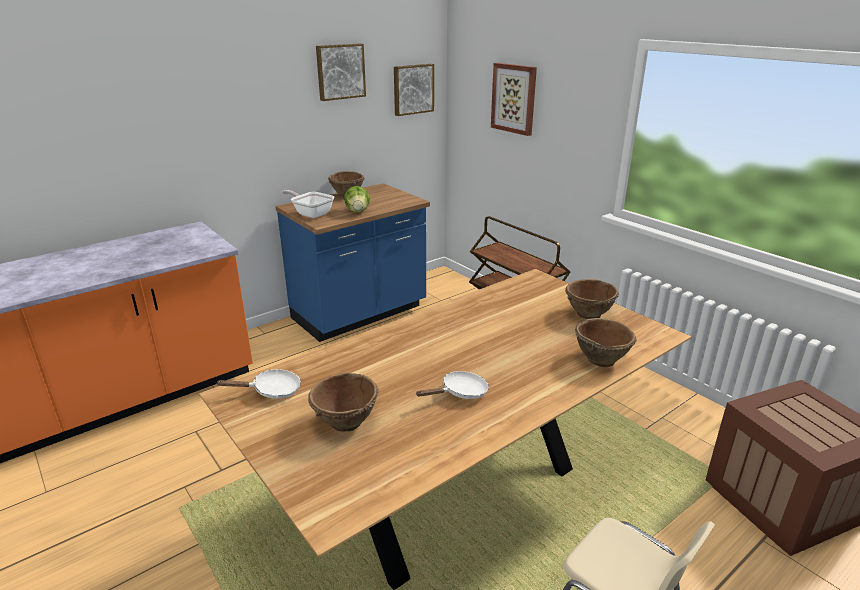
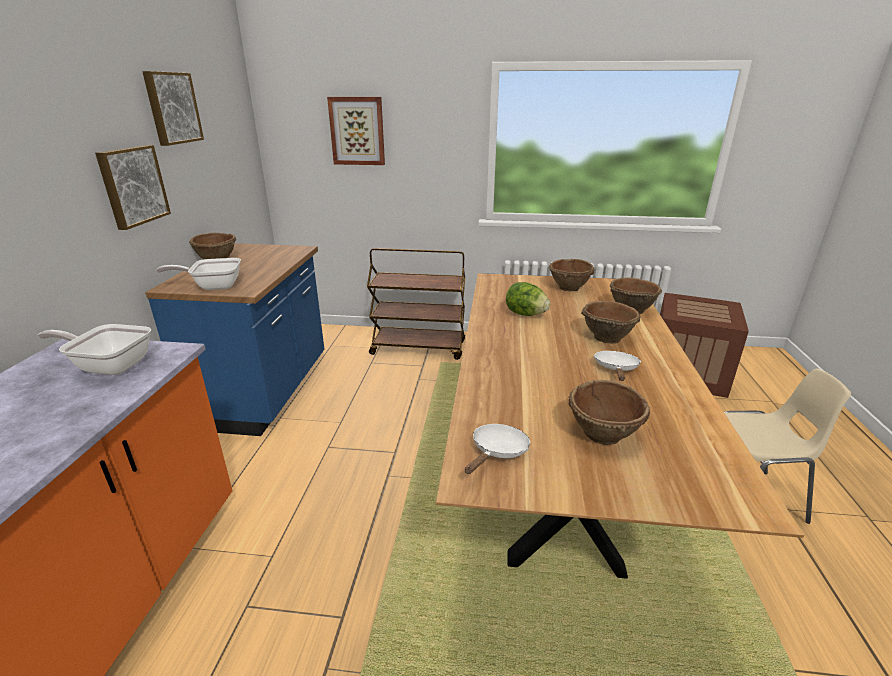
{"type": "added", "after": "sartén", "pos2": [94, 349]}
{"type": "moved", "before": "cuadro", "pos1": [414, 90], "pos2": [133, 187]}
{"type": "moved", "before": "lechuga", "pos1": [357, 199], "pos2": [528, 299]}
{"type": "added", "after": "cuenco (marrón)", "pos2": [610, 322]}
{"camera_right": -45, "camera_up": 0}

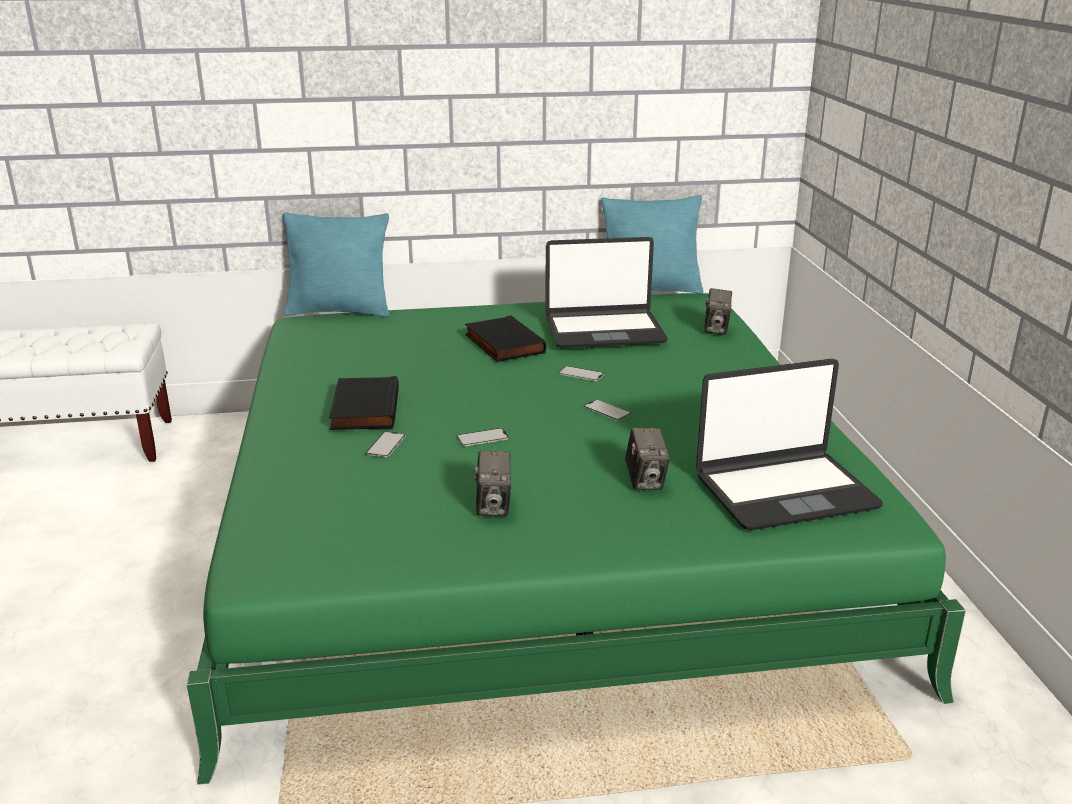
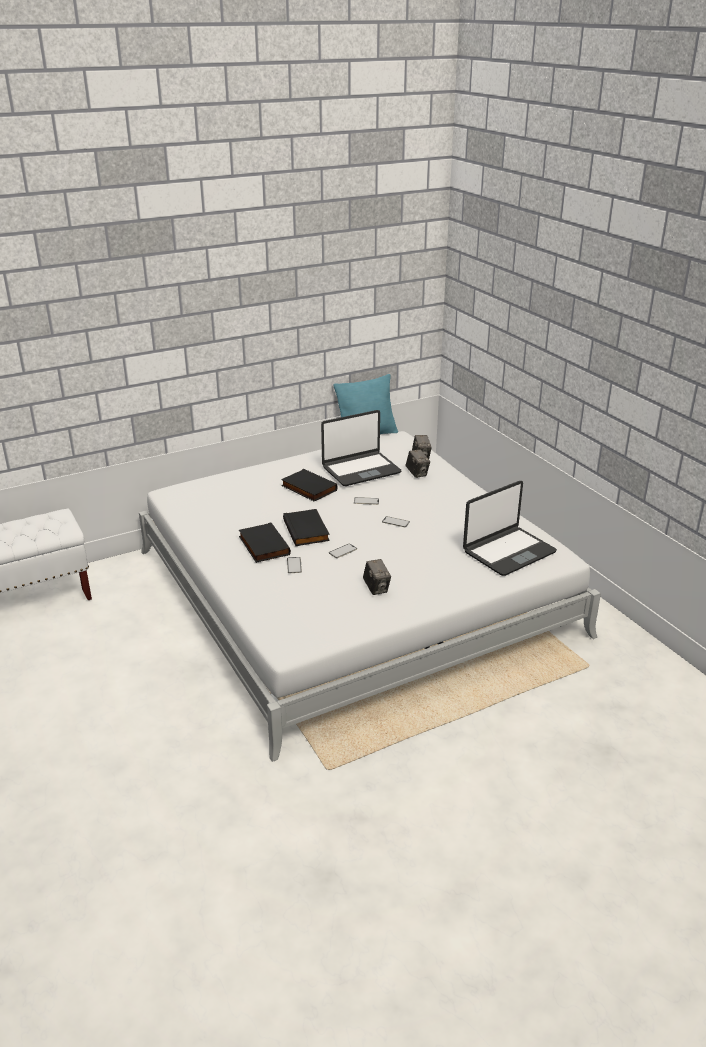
{"type": "recoloured", "before": "cama (verde)", "after": "cama (blanco)", "pos1": [576, 539], "pos2": [370, 596]}
{"type": "added", "after": "libro (negro)", "pos2": [306, 527]}
{"type": "moved", "before": "cámara", "pos1": [647, 459], "pos2": [418, 463]}
{"type": "removed", "before": "cojín (turquesa)", "pos1": [336, 264]}
{"camera_right": -20, "camera_up": 5}

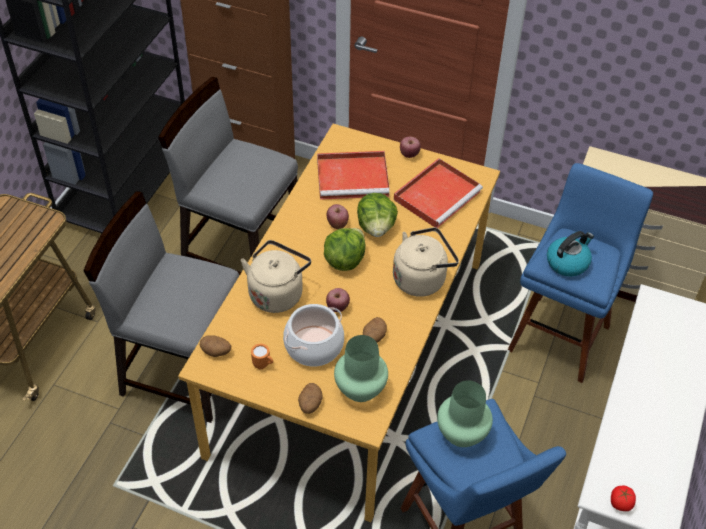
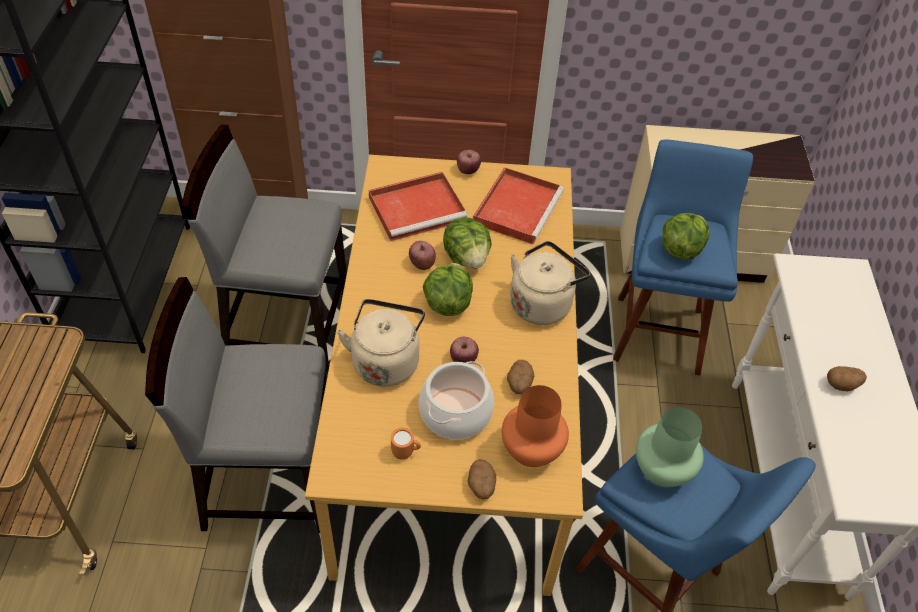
{"type": "recoloured", "before": "florero (verde)", "after": "florero (naranja)", "pos1": [361, 368], "pos2": [535, 426]}
{"type": "replaced", "before": "hervidor", "after": "lechuga", "pos1": [570, 253], "pos2": [686, 236]}
{"type": "moved", "before": "patata", "pos1": [215, 346], "pos2": [847, 378]}
{"type": "removed", "before": "tomate", "pos1": [623, 498]}
{"camera_right": -20, "camera_up": 0}

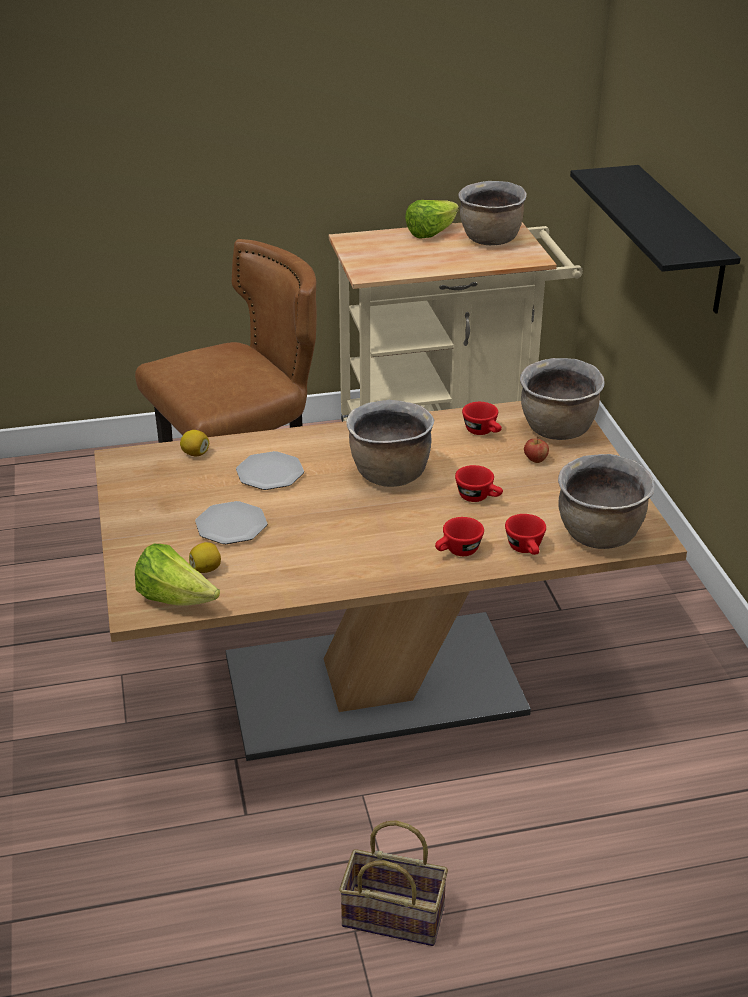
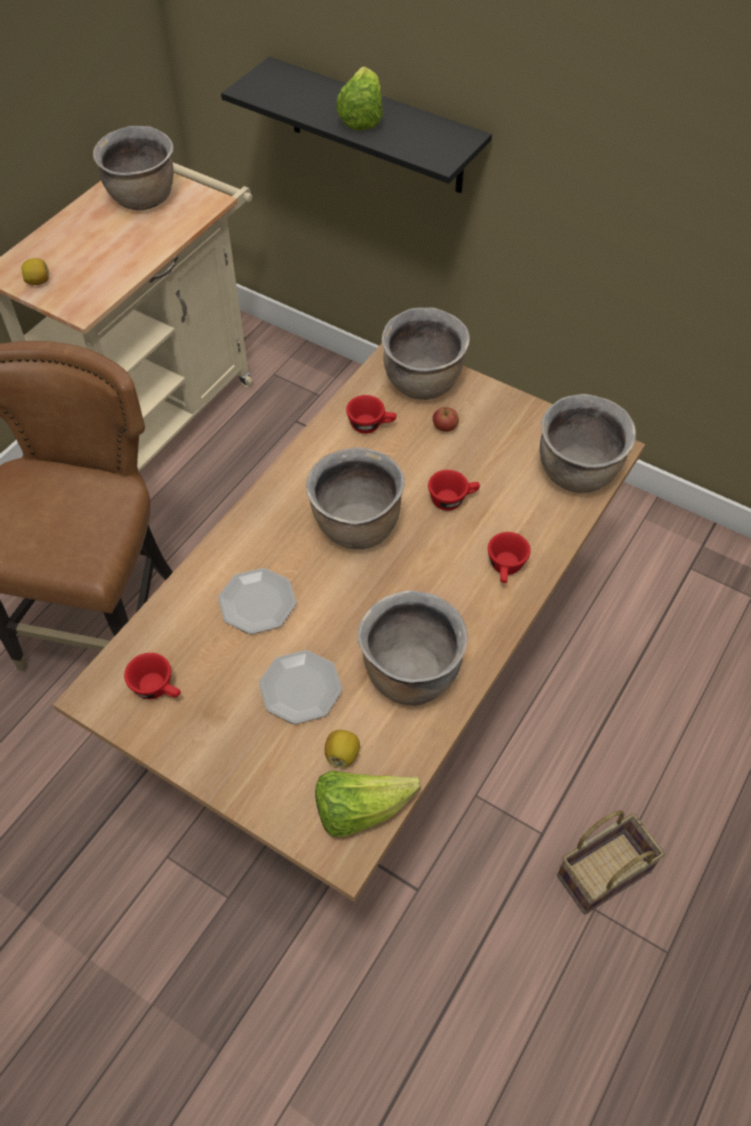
{"type": "moved", "before": "limón", "pos1": [194, 443], "pos2": [35, 271]}
{"type": "moved", "before": "taza (rojo)", "pos1": [525, 534], "pos2": [152, 676]}
{"type": "moved", "before": "lechuga", "pos1": [432, 219], "pos2": [359, 99]}
{"type": "added", "after": "olla (marrón)", "pos2": [413, 648]}
{"camera_right": -45, "camera_up": 20}

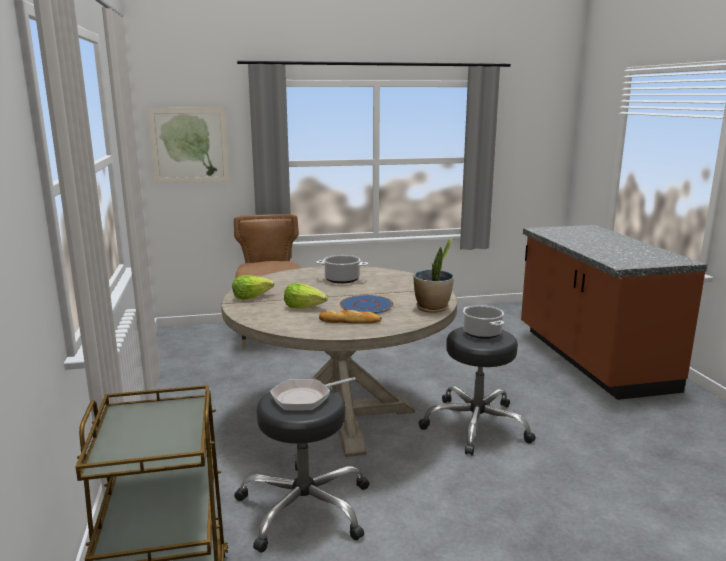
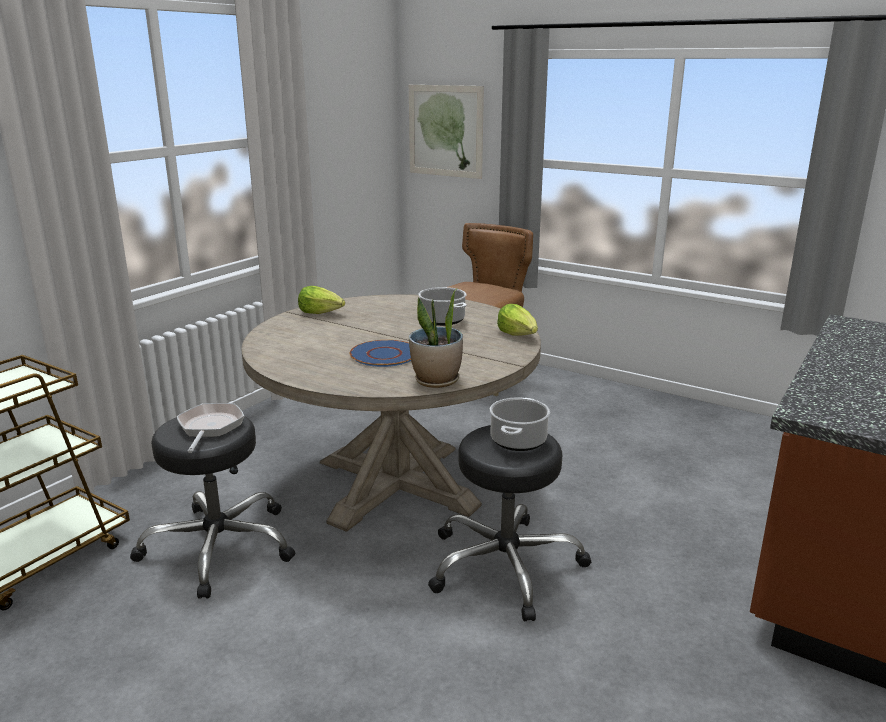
{"type": "turned", "before": "sartén", "pos1": [313, 394], "pos2": [210, 428], "turn": 75}
{"type": "moved", "before": "lechuga", "pos1": [306, 296], "pos2": [517, 320]}
{"type": "removed", "before": "pan", "pos1": [350, 317]}
{"camera_right": 45, "camera_up": 5}

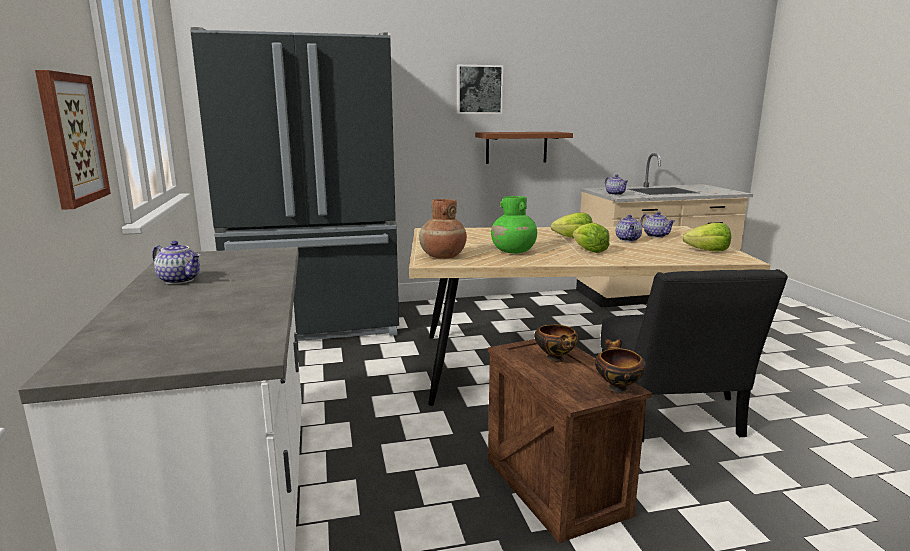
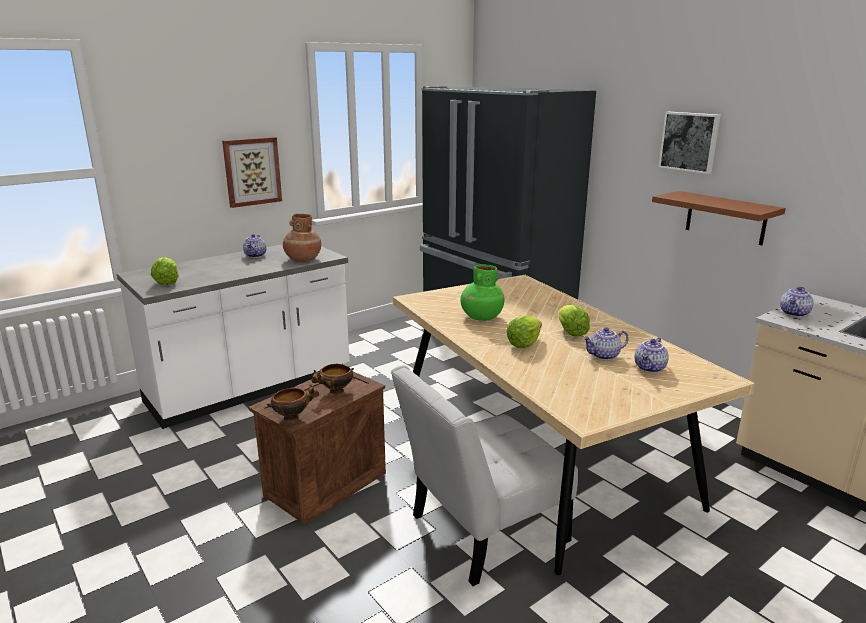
{"type": "moved", "before": "lechuga", "pos1": [707, 237], "pos2": [165, 271]}
{"type": "moved", "before": "florero (marrón)", "pos1": [443, 229], "pos2": [302, 238]}
{"type": "recoloured", "before": "silla (negro)", "after": "silla (blanco)", "pos1": [694, 355], "pos2": [484, 475]}
{"camera_right": 65, "camera_up": 5}

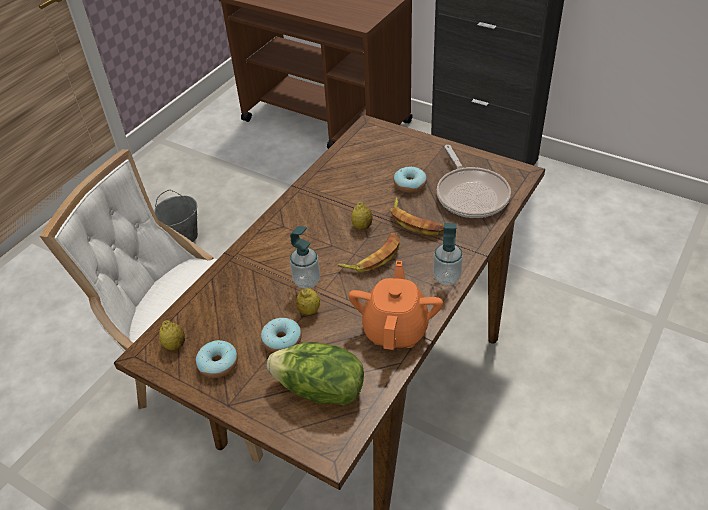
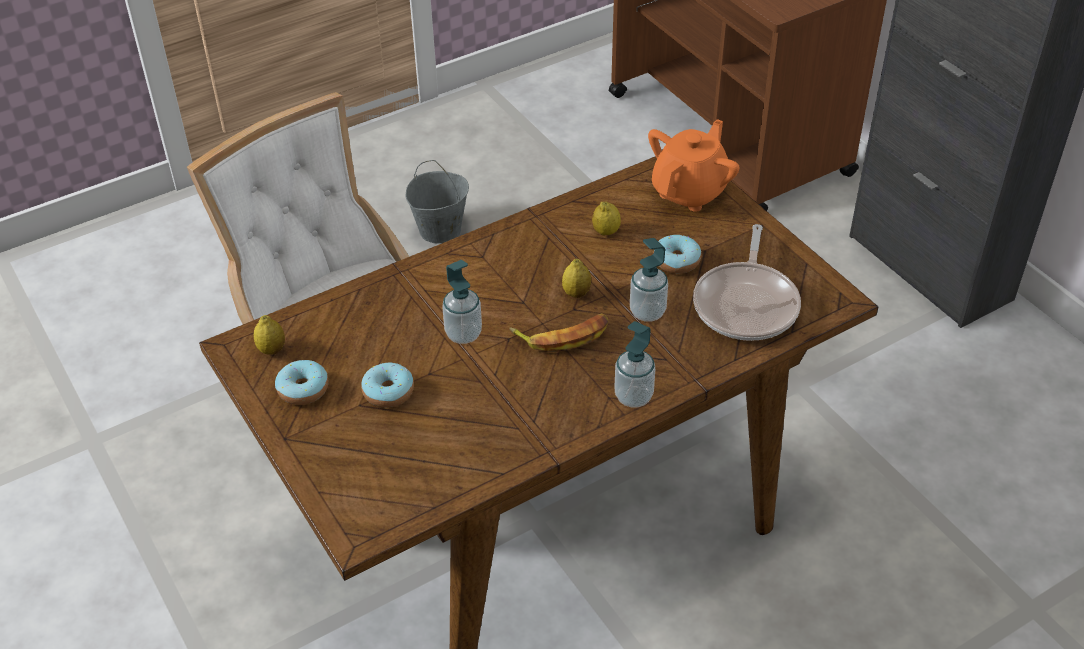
{"type": "moved", "before": "limón", "pos1": [308, 301], "pos2": [606, 218]}
{"type": "replaced", "before": "plátano", "after": "dispensador de jabón", "pos1": [417, 216], "pos2": [649, 280]}
{"type": "moved", "before": "tetera (naranja)", "pos1": [395, 305], "pos2": [694, 165]}
{"type": "removed", "before": "lechuga", "pos1": [315, 373]}
{"camera_right": 25, "camera_up": 0}

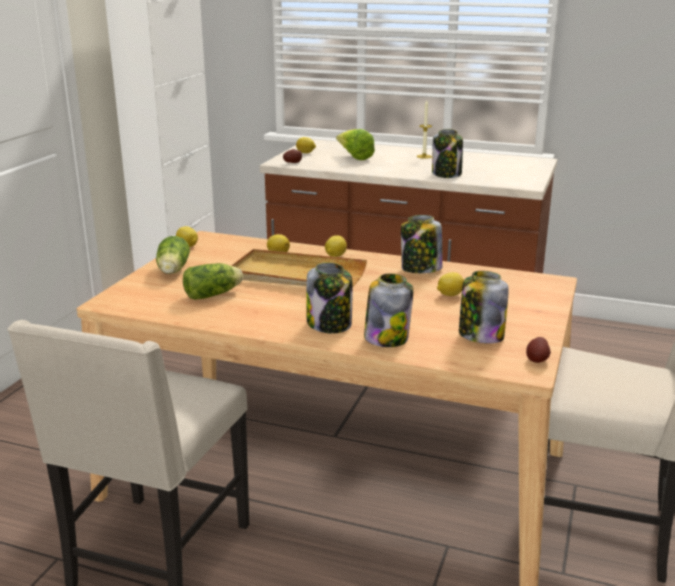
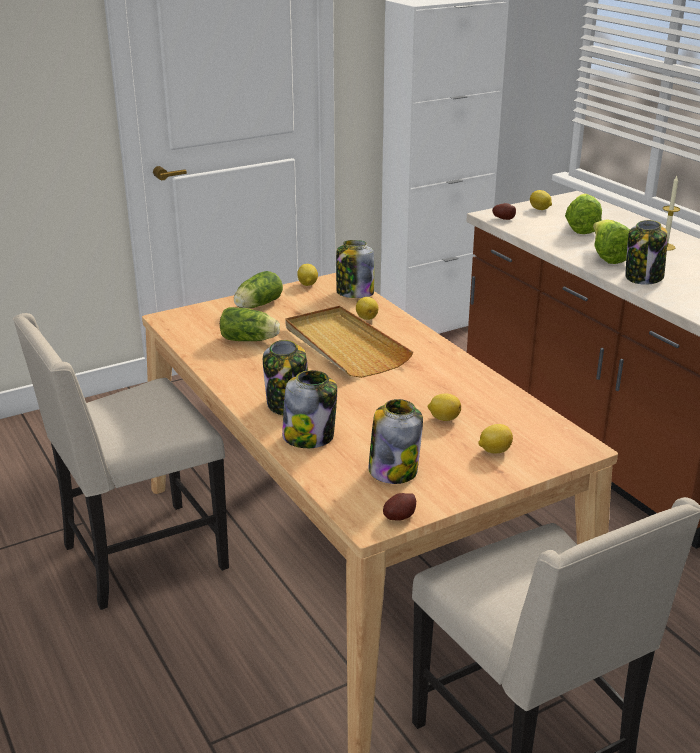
{"type": "moved", "before": "tarro", "pos1": [422, 244], "pos2": [355, 269]}
{"type": "moved", "before": "limón", "pos1": [336, 246], "pos2": [495, 438]}
{"type": "added", "after": "lechuga", "pos2": [611, 241]}
{"camera_right": 40, "camera_up": 5}

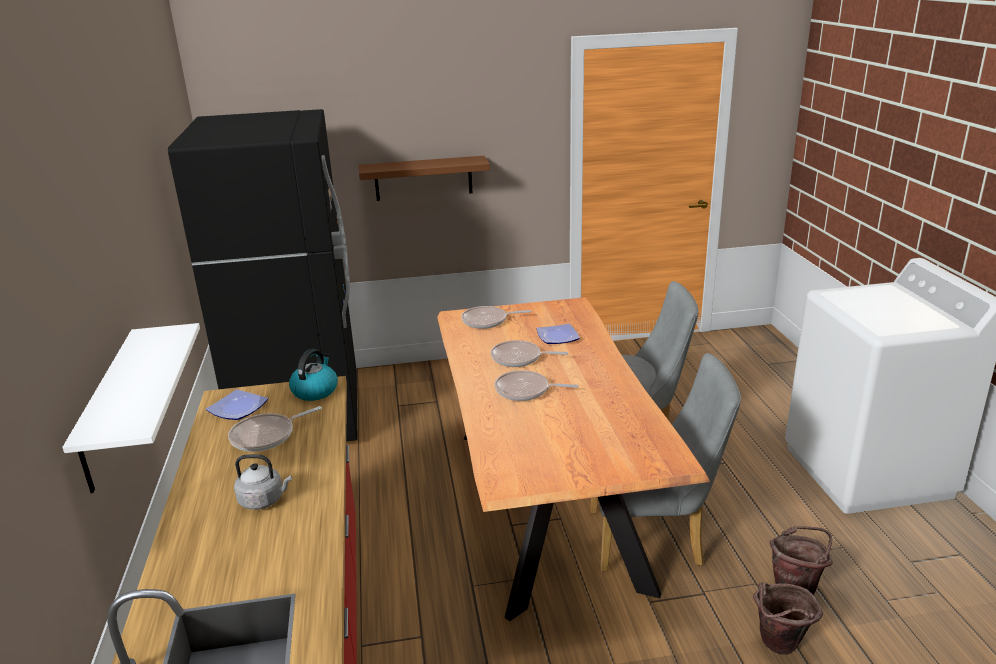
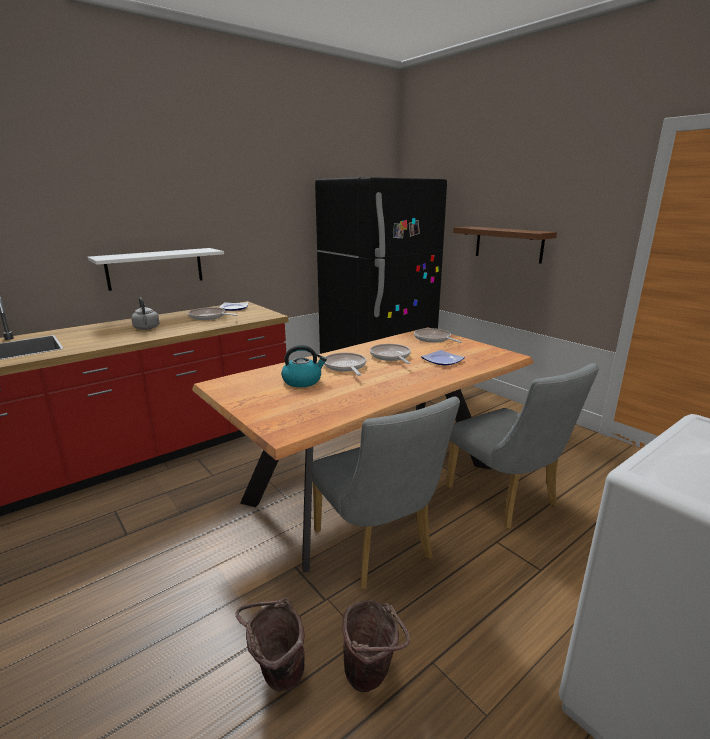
{"type": "moved", "before": "hervidor", "pos1": [313, 375], "pos2": [304, 366]}
{"camera_right": 60, "camera_up": -5}

